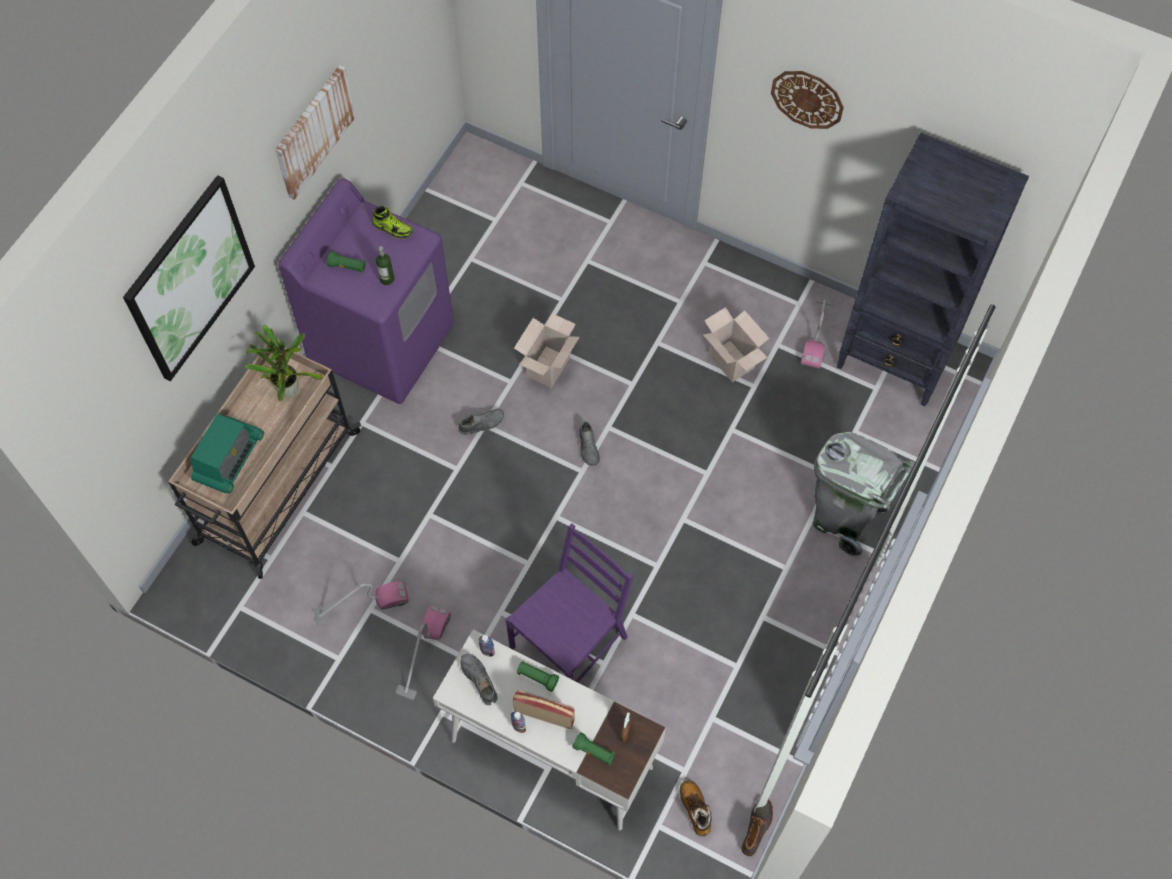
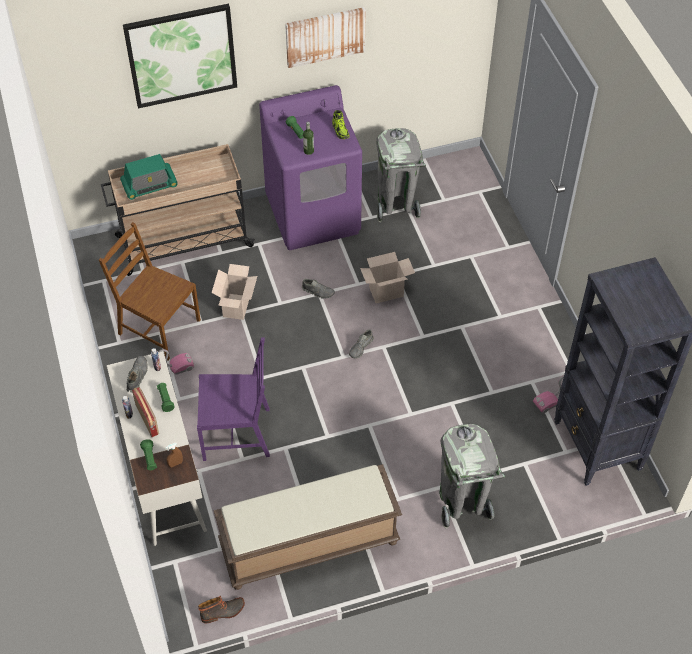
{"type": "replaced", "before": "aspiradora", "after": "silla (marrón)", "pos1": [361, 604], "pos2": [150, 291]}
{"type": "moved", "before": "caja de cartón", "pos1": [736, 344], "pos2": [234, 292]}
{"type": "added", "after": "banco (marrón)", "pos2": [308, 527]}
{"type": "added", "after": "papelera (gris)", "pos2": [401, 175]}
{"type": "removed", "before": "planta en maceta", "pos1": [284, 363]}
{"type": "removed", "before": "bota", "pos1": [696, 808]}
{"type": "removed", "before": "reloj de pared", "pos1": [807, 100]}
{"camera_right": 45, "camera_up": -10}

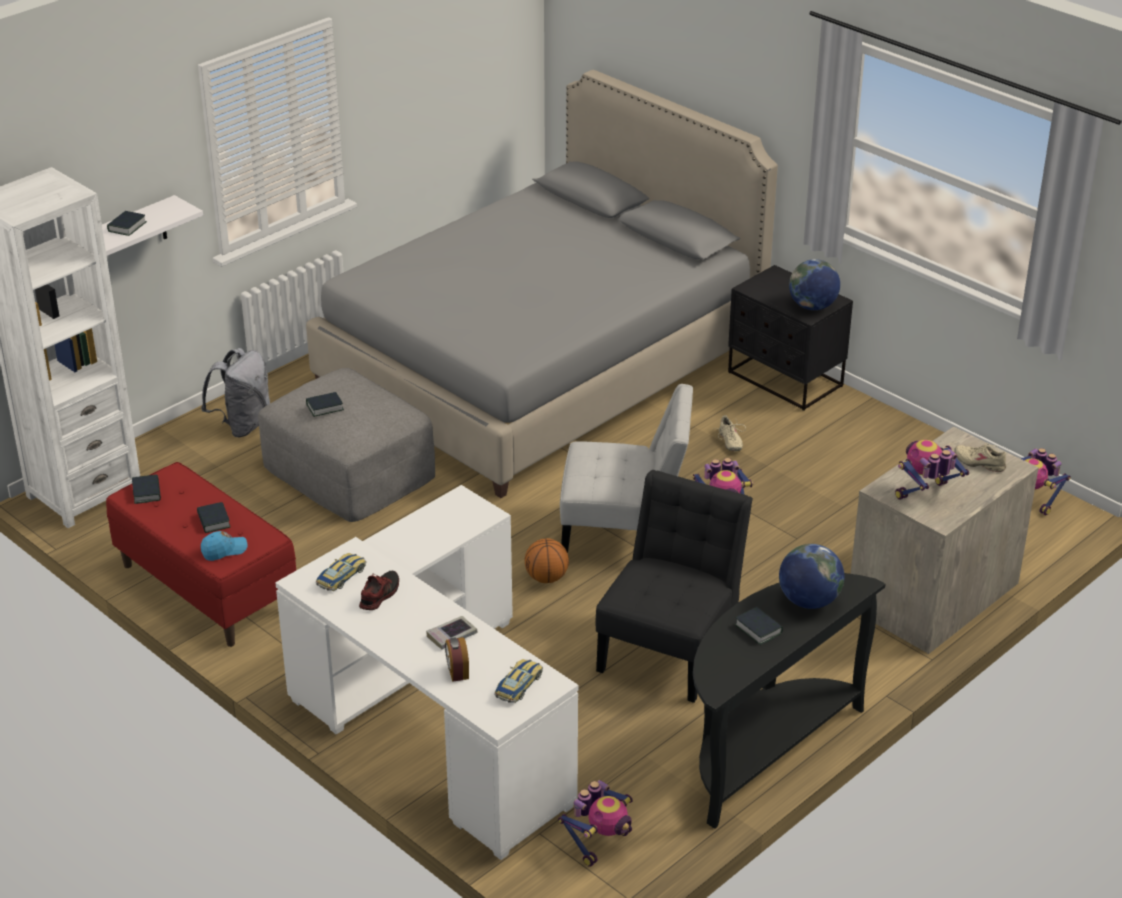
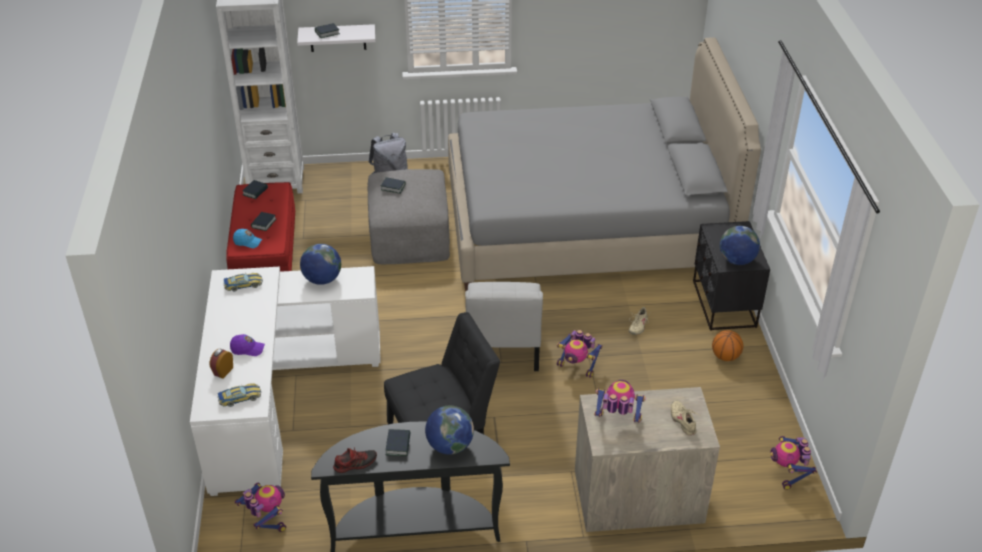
{"type": "replaced", "before": "libro", "after": "gorra (morado)", "pos1": [452, 632], "pos2": [247, 345]}
{"type": "turned", "before": "robot de juguete", "pos1": [595, 823], "pos2": [260, 507], "turn": -120}
{"type": "added", "after": "globo terráqueo", "pos2": [320, 264]}
{"type": "moved", "before": "zapato", "pos1": [379, 590], "pos2": [355, 460]}
{"type": "turned", "before": "silla (blanco)", "pos1": [626, 468], "pos2": [504, 326], "turn": 45}
{"type": "moved", "before": "balón de baloncesto", "pos1": [547, 560], "pos2": [727, 345]}
{"camera_right": 40, "camera_up": 5}

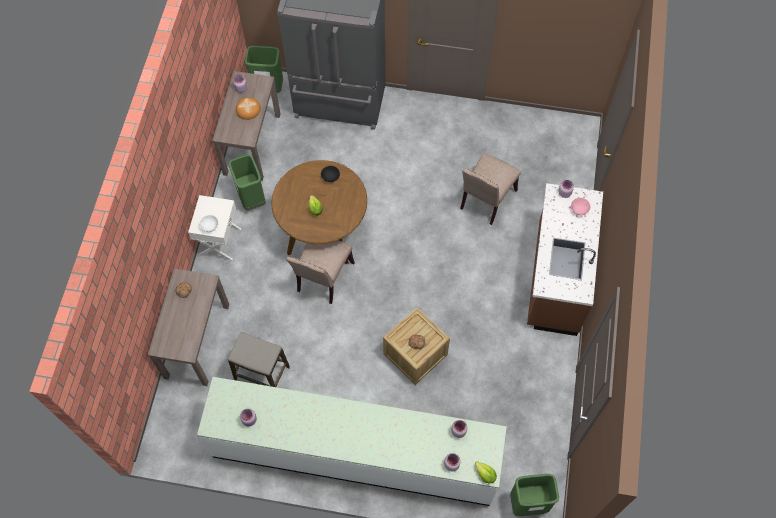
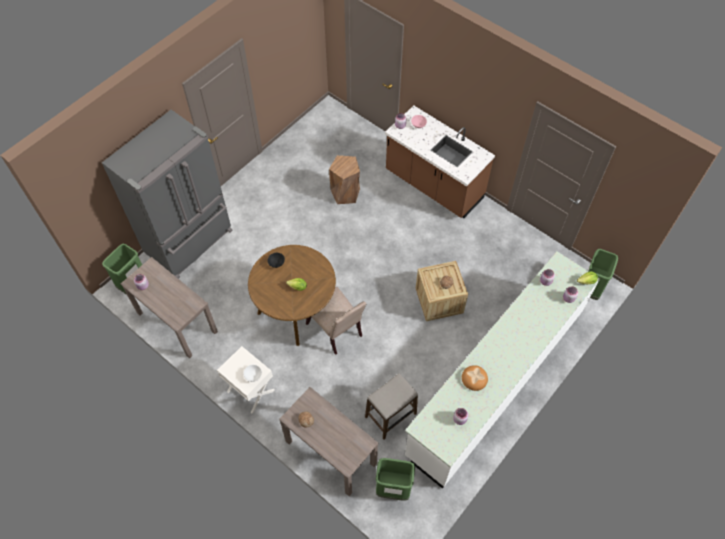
{"type": "replaced", "before": "silla (beis)", "after": "taburete (marrón)", "pos1": [490, 189], "pos2": [344, 179]}
{"type": "moved", "before": "papelera (verde)", "pos1": [247, 182], "pos2": [395, 479]}
{"type": "moved", "before": "pan", "pos1": [248, 108], "pos2": [475, 378]}
{"camera_right": -60, "camera_up": -5}

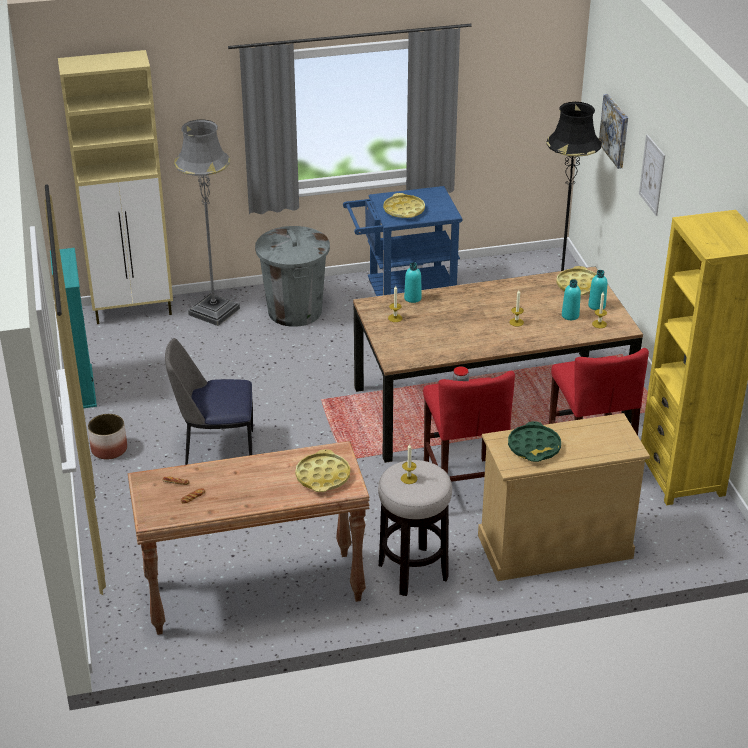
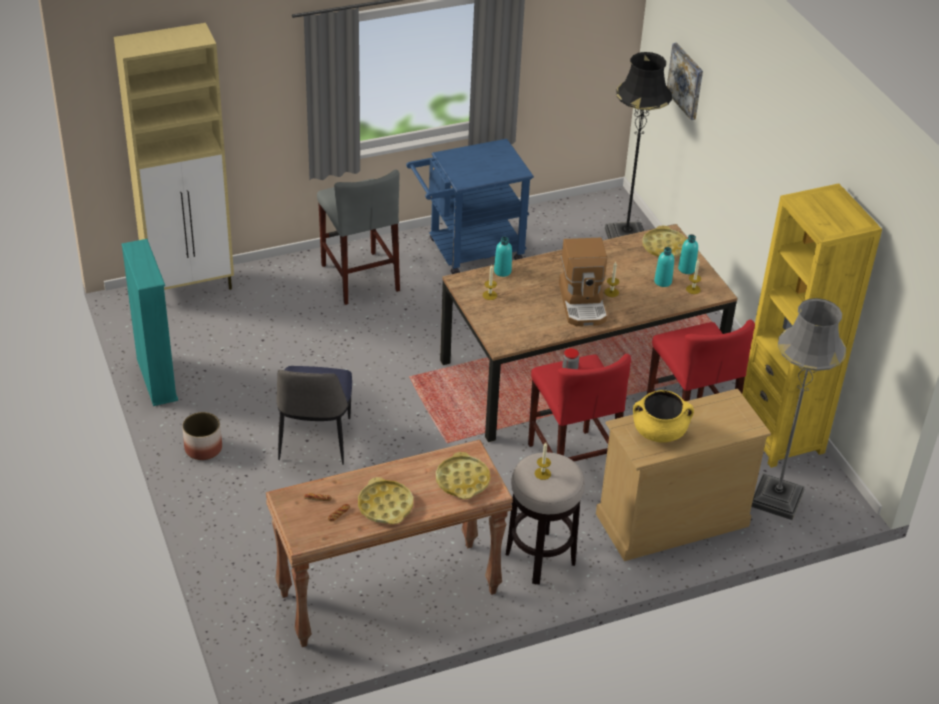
{"type": "turned", "before": "silla", "pos1": [209, 401], "pos2": [314, 415], "turn": -75}
{"type": "replaced", "before": "papelera (gris)", "after": "taburete (gris)", "pos1": [292, 276], "pos2": [358, 237]}
{"type": "moved", "before": "bandeja (amarillo)", "pos1": [404, 205], "pos2": [385, 501]}
{"type": "added", "after": "cafetera", "pos2": [583, 282]}
{"type": "replaced", "before": "bandeja (verde)", "after": "olla (amarillo)", "pos1": [534, 441], "pos2": [663, 416]}
{"type": "moved", "before": "lámpara de pie (gris)", "pos1": [207, 223], "pos2": [798, 409]}
{"type": "removed", "before": "cuadro", "pos1": [652, 175]}
{"camera_right": -10, "camera_up": 5}

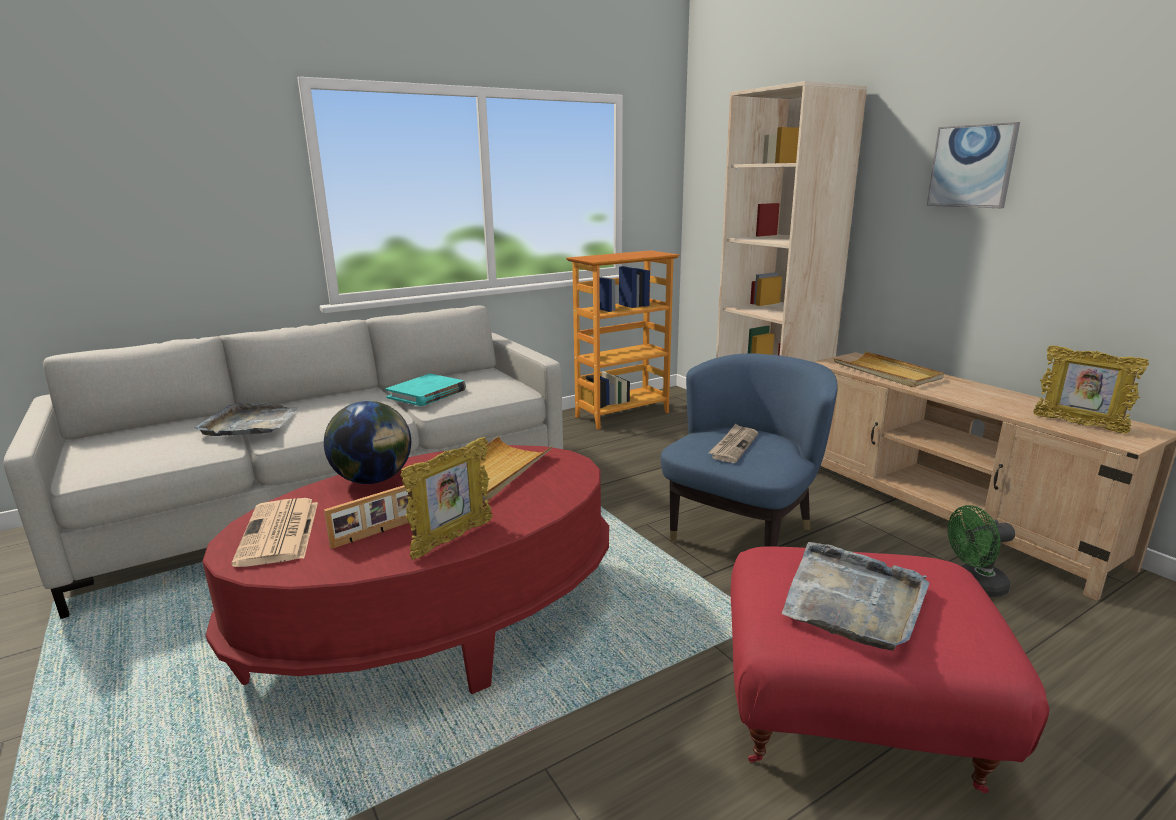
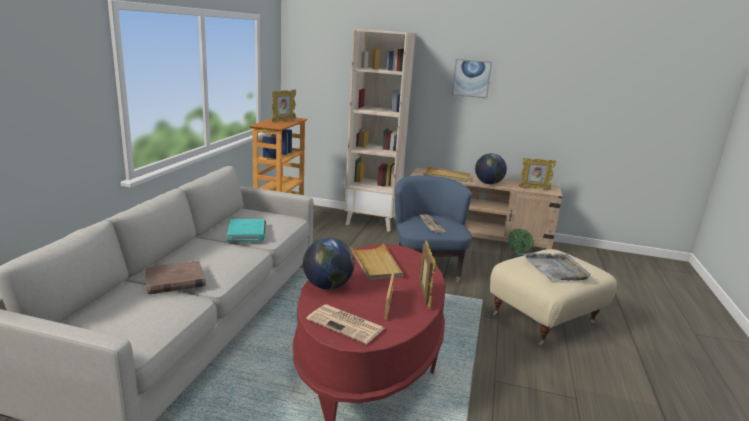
{"type": "replaced", "before": "bandeja (gris)", "after": "libro (marrón)", "pos1": [245, 419], "pos2": [175, 277]}
{"type": "added", "after": "portarretratos", "pos2": [284, 106]}
{"type": "added", "after": "globo terráqueo", "pos2": [491, 168]}
{"type": "recoloured", "before": "puf (rojo)", "after": "puf (beis)", "pos1": [890, 670], "pos2": [553, 297]}
{"camera_right": -45, "camera_up": 0}

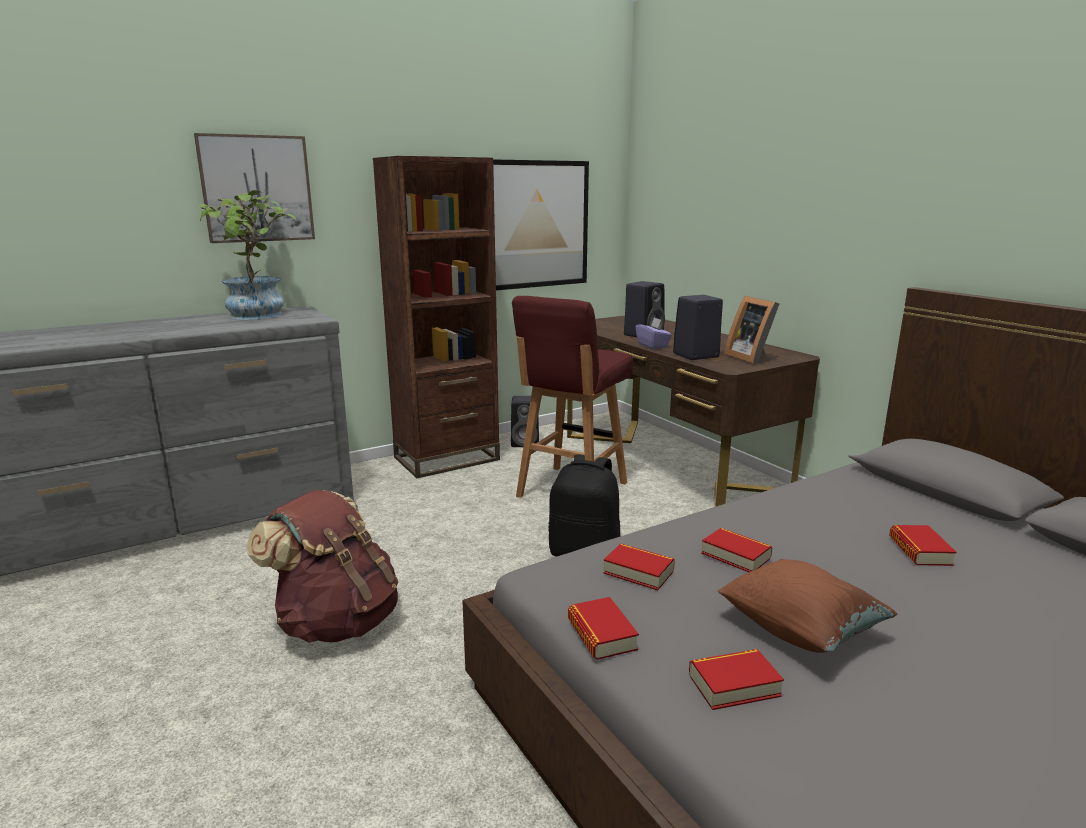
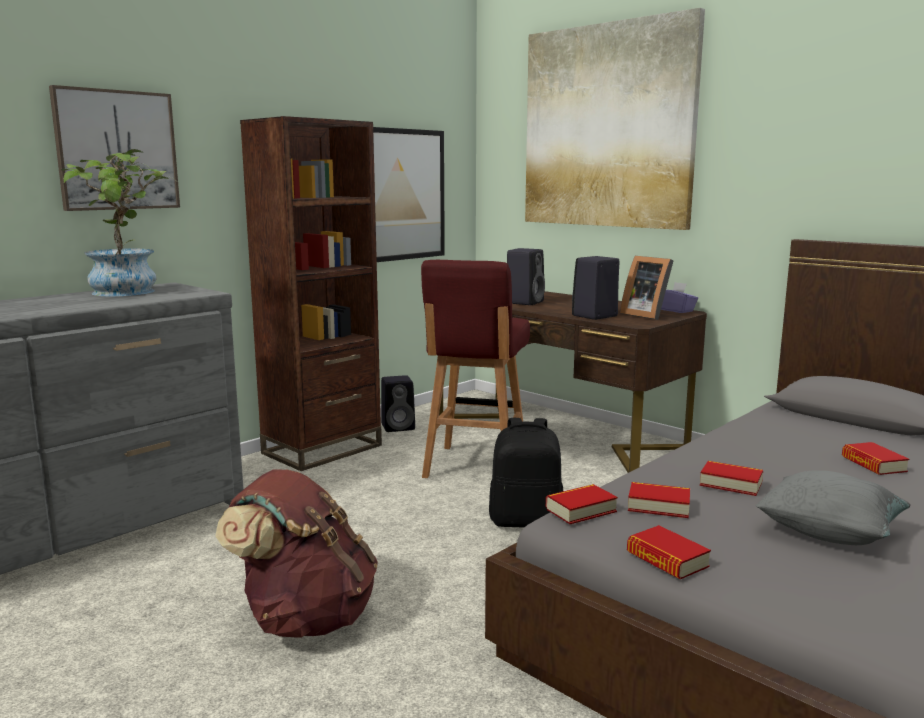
{"type": "added", "after": "cuadro", "pos2": [615, 119]}
{"type": "moved", "before": "libro", "pos1": [736, 679], "pos2": [582, 504]}
{"type": "moved", "before": "caja de pañuelos (morado)", "pos1": [654, 333], "pos2": [679, 297]}
{"type": "recoloured", "before": "cojín (marrón)", "after": "cojín (gris)", "pos1": [807, 606], "pos2": [833, 507]}
{"camera_right": -15, "camera_up": -5}

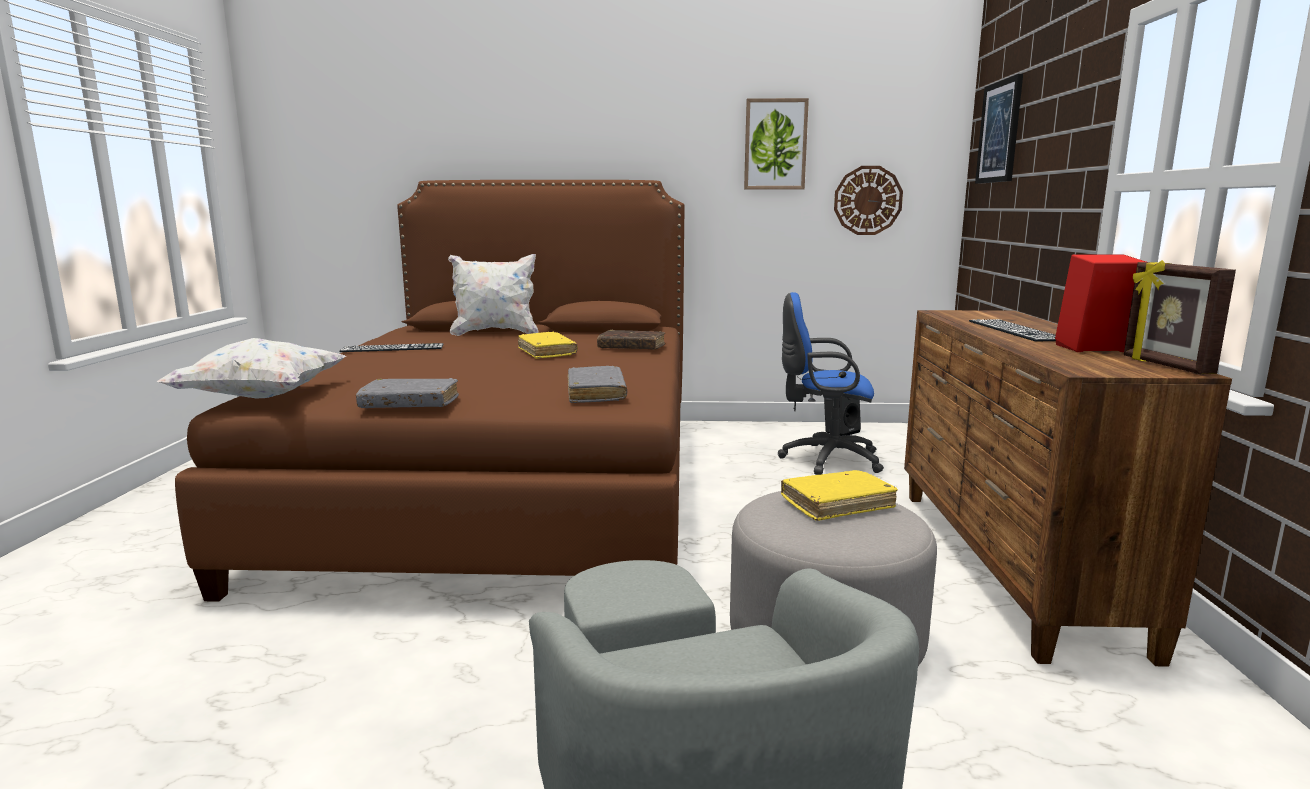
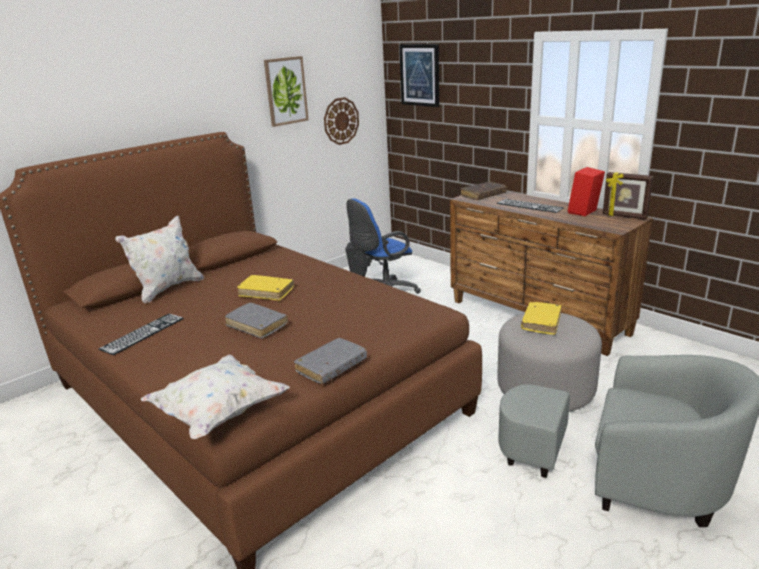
{"type": "moved", "before": "libro (gris)", "pos1": [597, 384], "pos2": [256, 321]}
{"type": "moved", "before": "libro (marrón)", "pos1": [631, 340], "pos2": [484, 191]}
{"camera_right": -45, "camera_up": 10}

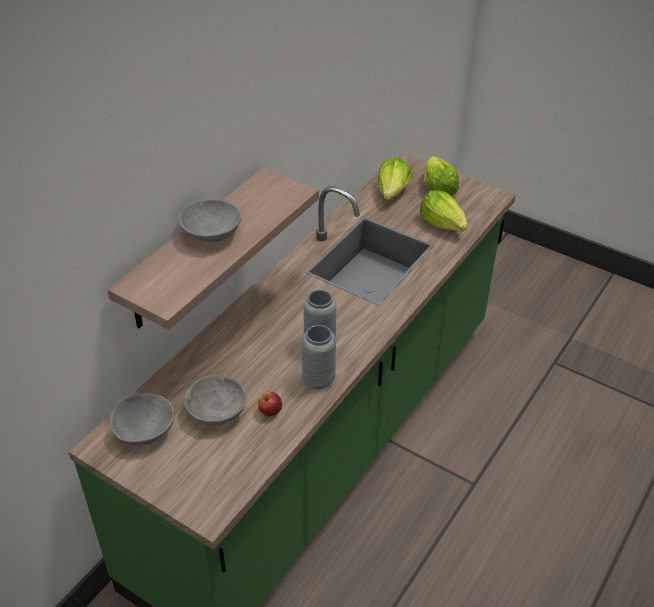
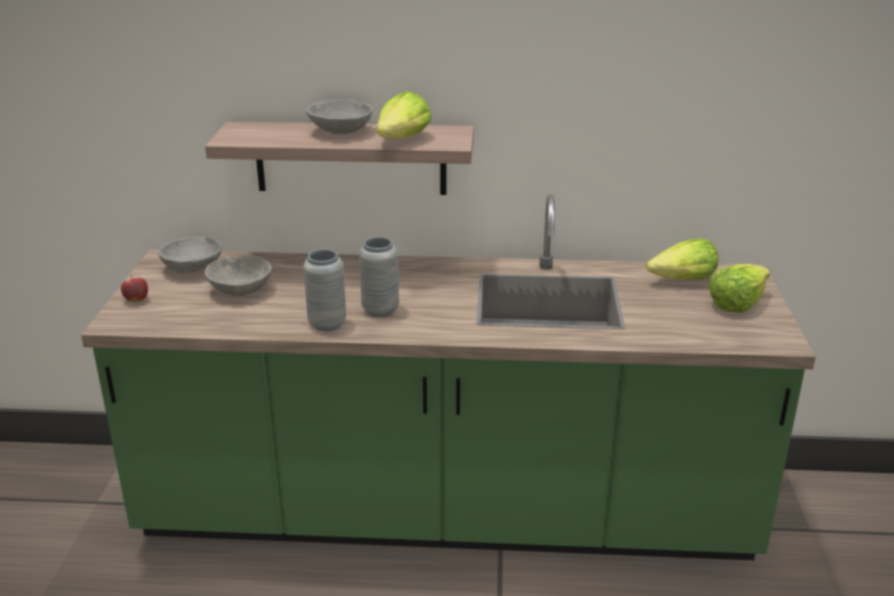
{"type": "moved", "before": "manzana", "pos1": [270, 404], "pos2": [134, 288]}
{"type": "moved", "before": "lechuga", "pos1": [444, 210], "pos2": [404, 115]}
{"camera_right": 60, "camera_up": -15}

